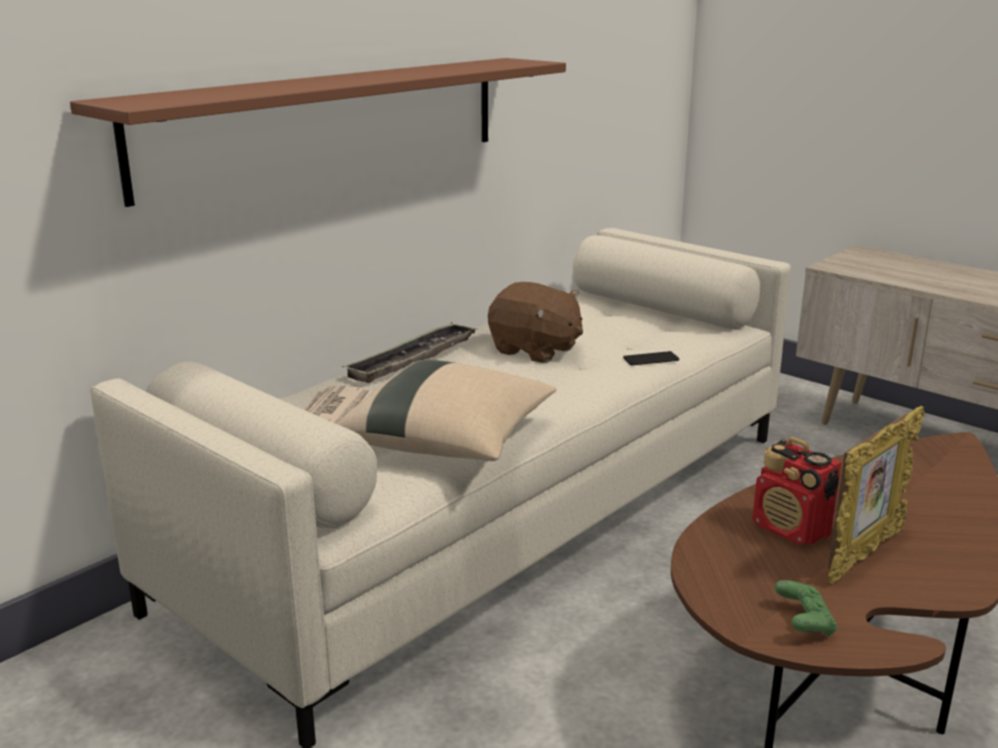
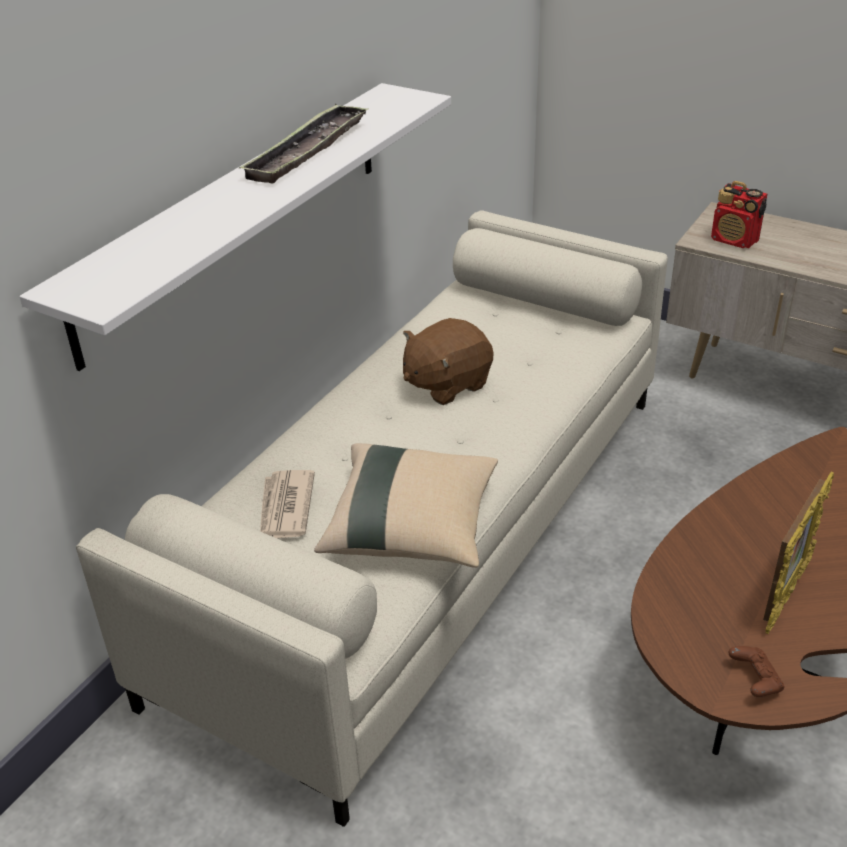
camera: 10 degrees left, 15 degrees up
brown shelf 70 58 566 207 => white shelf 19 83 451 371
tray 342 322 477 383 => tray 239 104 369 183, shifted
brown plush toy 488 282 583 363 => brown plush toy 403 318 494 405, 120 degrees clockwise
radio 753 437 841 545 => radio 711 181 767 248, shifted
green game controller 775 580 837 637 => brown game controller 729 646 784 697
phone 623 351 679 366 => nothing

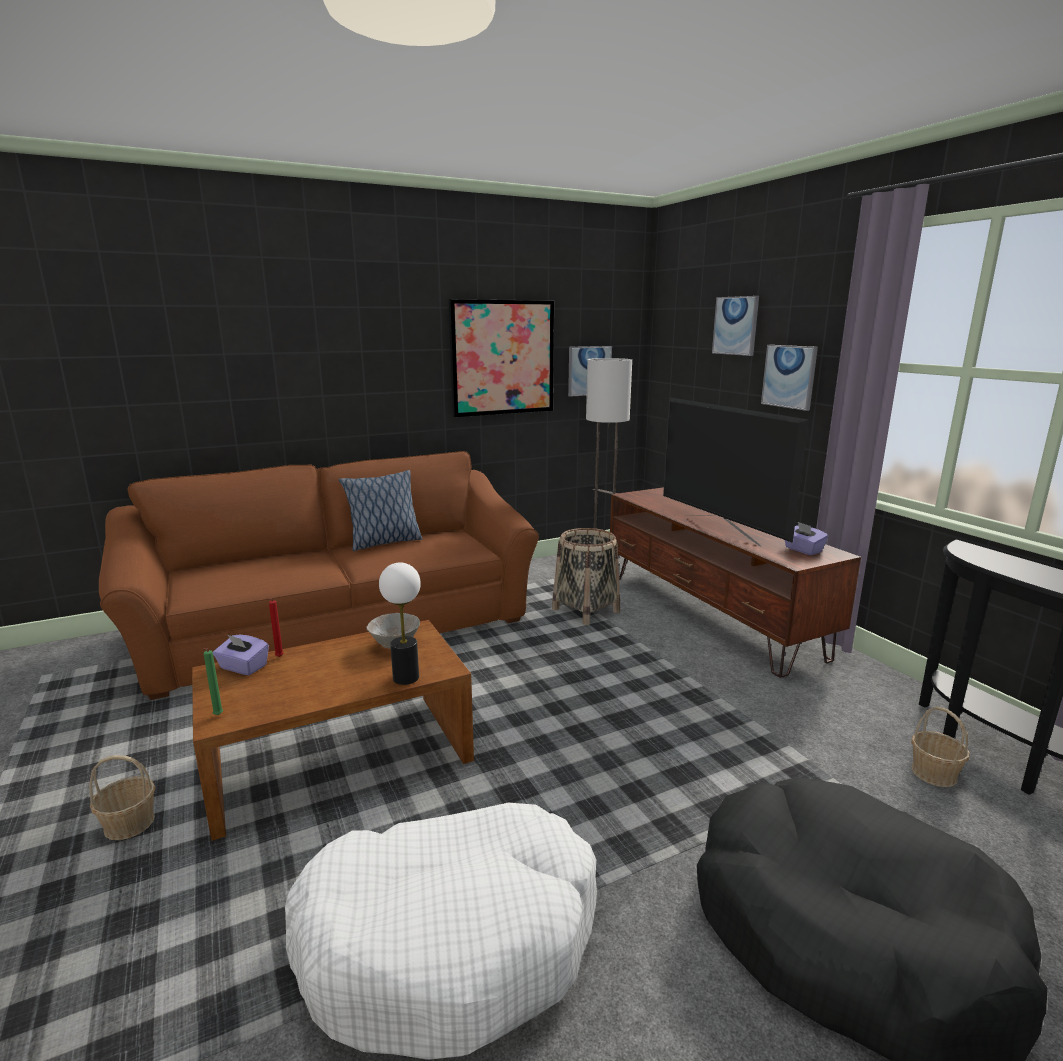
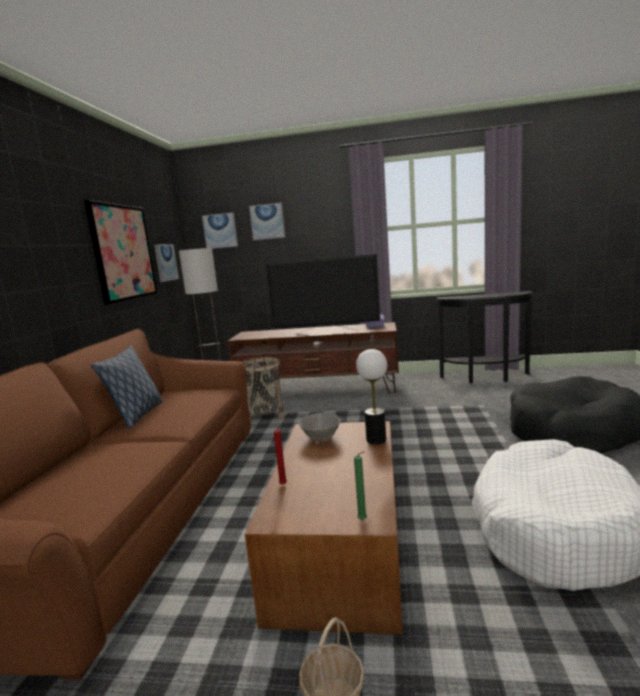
camera: 55 degrees left, 5 degrees down
picture 761 345 818 411 => picture 202 212 238 249, shifted
purple tissue box 213 634 269 675 => nothing
basket 911 707 970 787 => nothing

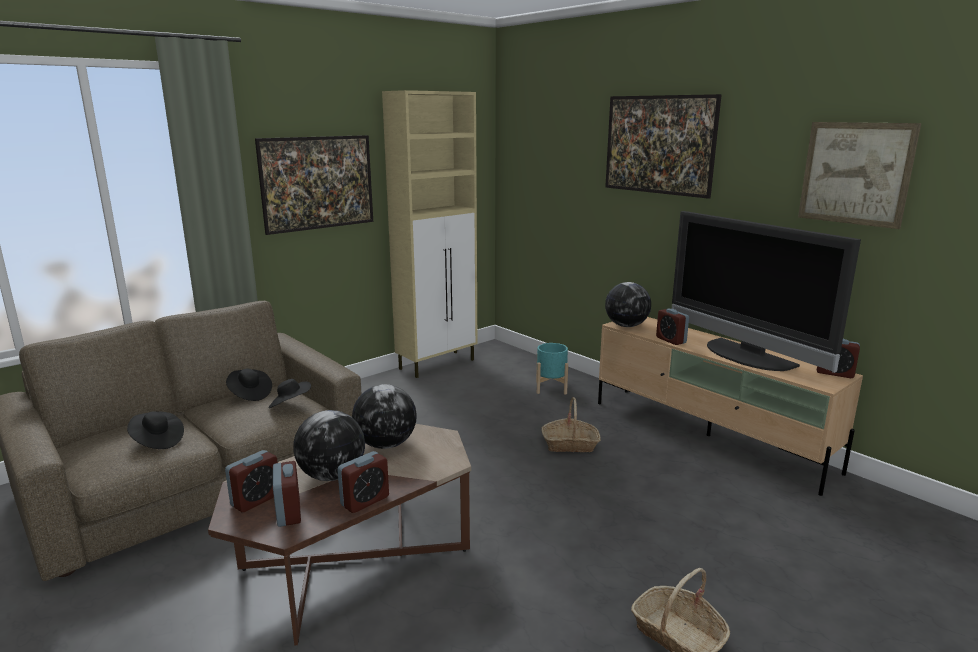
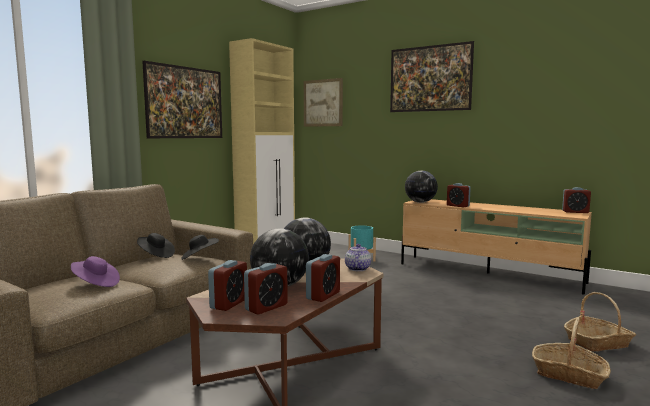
camera: 15 degrees left, 10 degrees down
black hat 127 411 184 449 => purple hat 71 256 120 287
alarm clock 273 461 301 527 => alarm clock 244 263 288 315, 75 degrees clockwise
picture 798 122 921 229 => picture 304 78 343 127, shifted
nothing => teapot 345 244 371 271
basket 541 397 601 452 => basket 564 292 636 352, shifted
television 672 211 861 373 => nothing

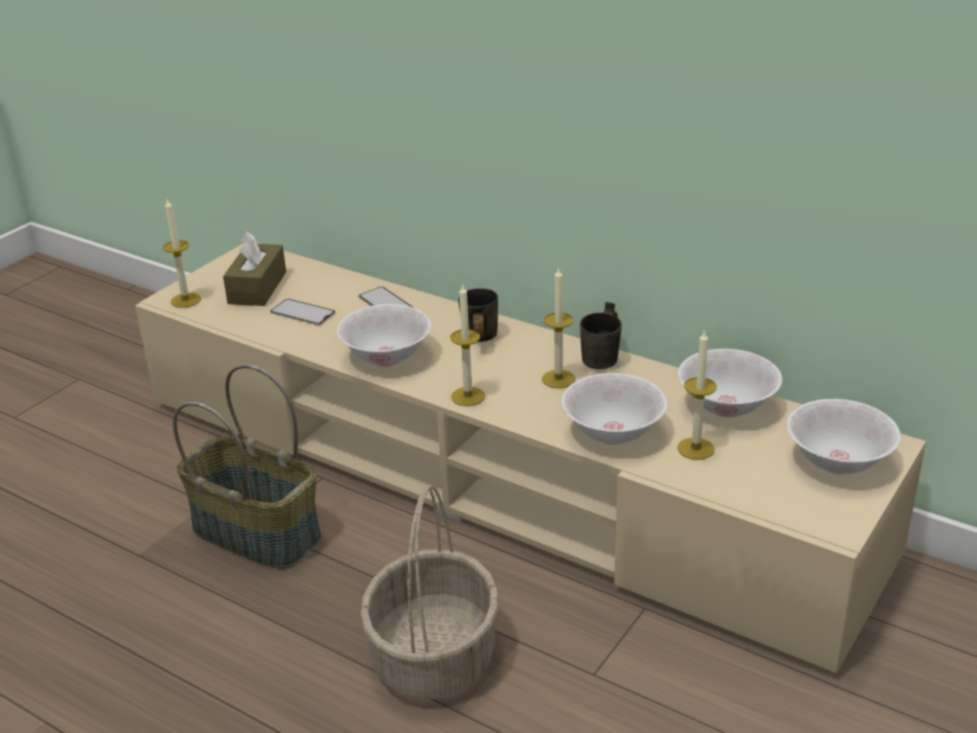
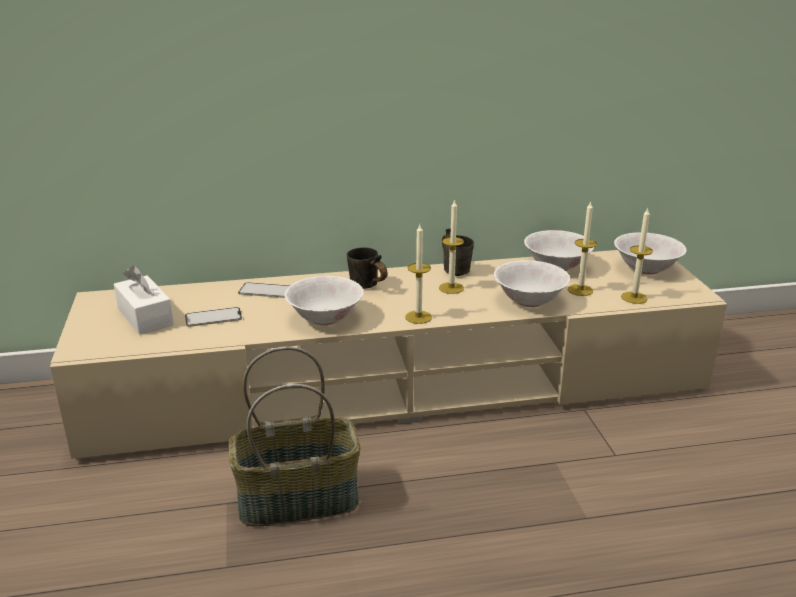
camera: 45 degrees left, 5 degrees down
brown tissue box 223 231 286 306 => white tissue box 114 266 174 335
candle 163 199 201 308 => candle 621 208 653 304, shifted
basket 360 485 498 700 => nothing

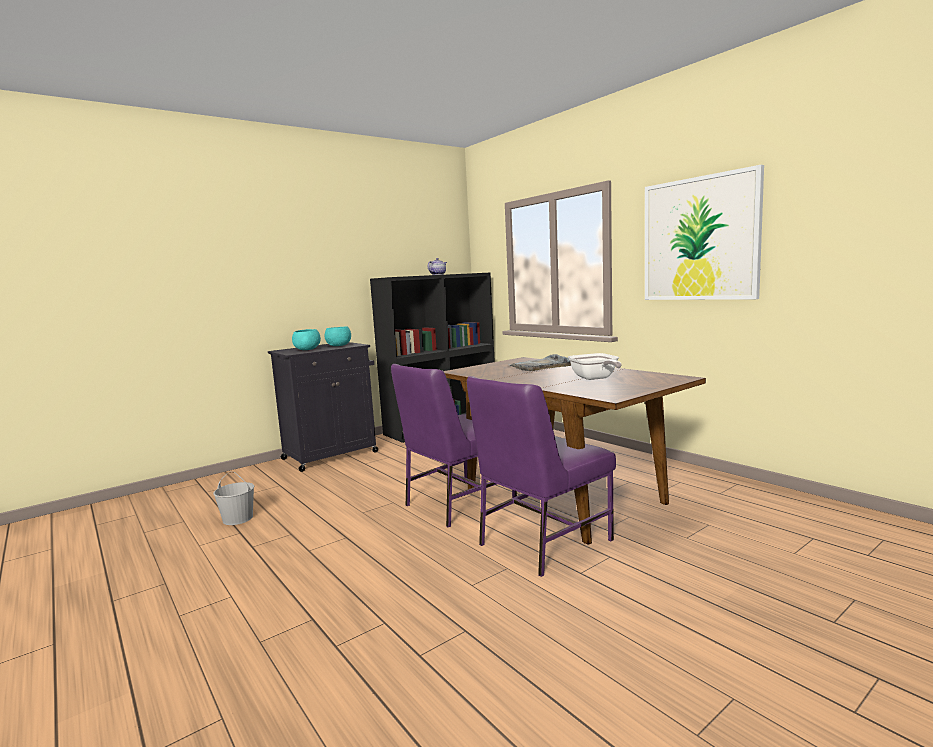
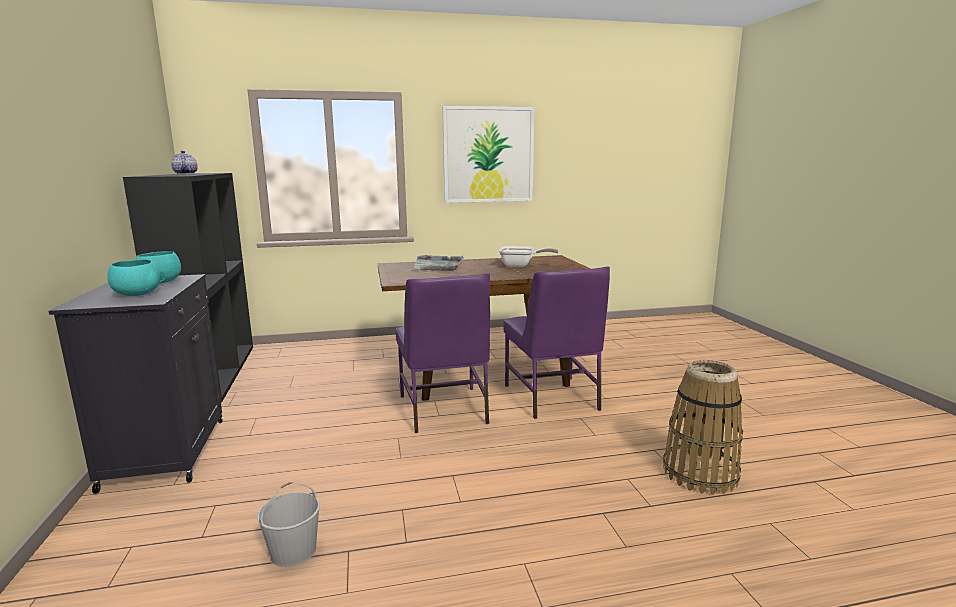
camera: 65 degrees left, 5 degrees up
nothing => basket 663 360 743 495

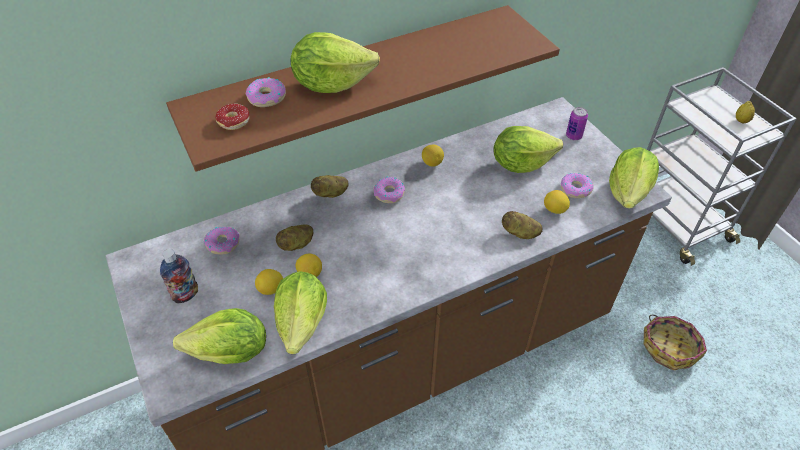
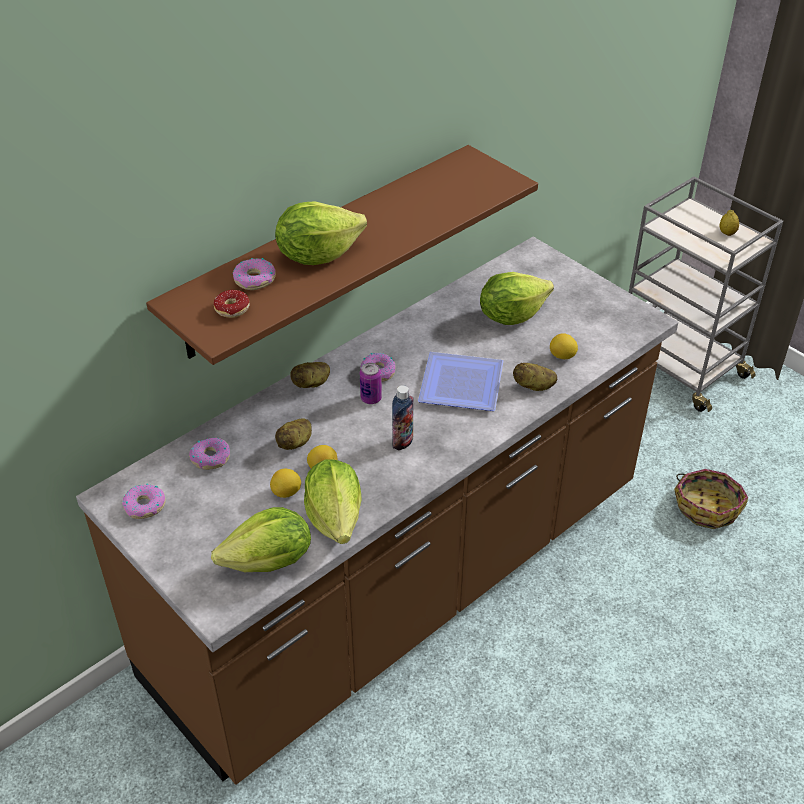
camera: 15 degrees left, 5 degrees down
donut 561 173 593 198 => donut 122 483 166 519, shifted
can 566 107 588 140 => can 360 363 382 404, shifted
bottle 160 249 198 304 => bottle 392 385 414 451, shifted
nothing => plate 418 352 503 411
lemon 422 145 444 167 => nothing
lettuce 609 147 659 209 => nothing

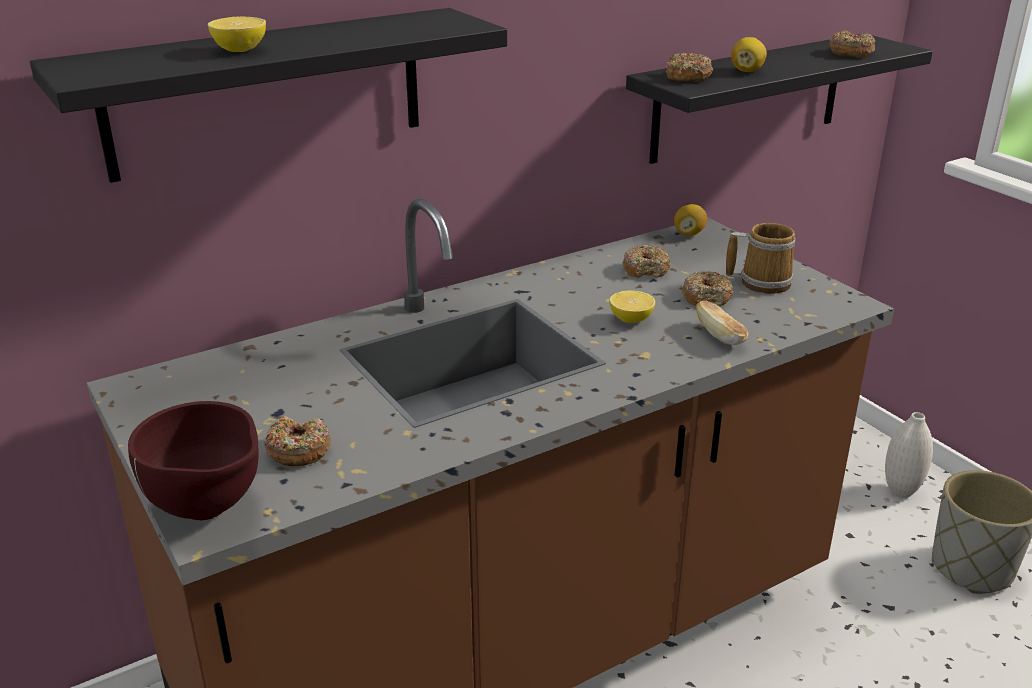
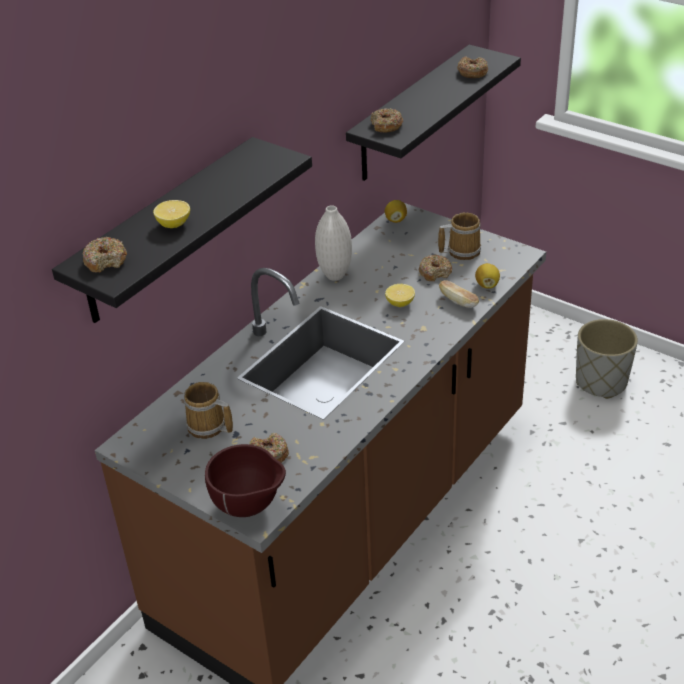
camera: 20 degrees left, 10 degrees up
donut 623 245 671 278 => donut 82 237 127 273, shifted
nothing => mug 184 382 233 439
white vase 885 412 933 498 => white vase 315 205 352 281, shifted
lemon 731 37 767 72 => lemon 475 263 500 289, shifted

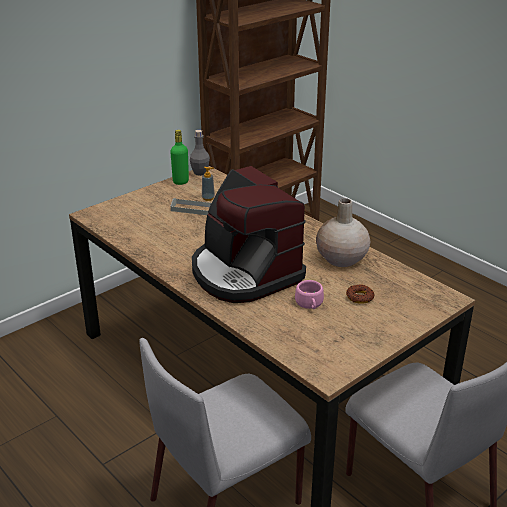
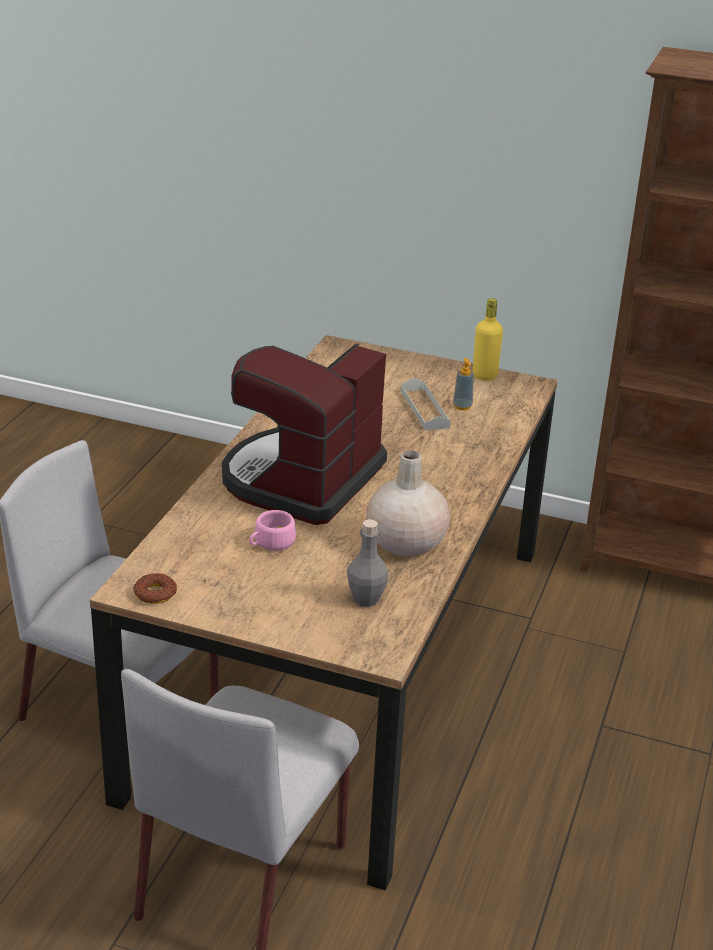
camera: 60 degrees right, 0 degrees up
donut 346 284 374 304 => donut 133 573 177 604, shifted
grey bottle 190 130 210 176 => grey bottle 347 519 388 607, shifted
green bottle 170 130 189 185 => yellow bottle 473 298 503 381

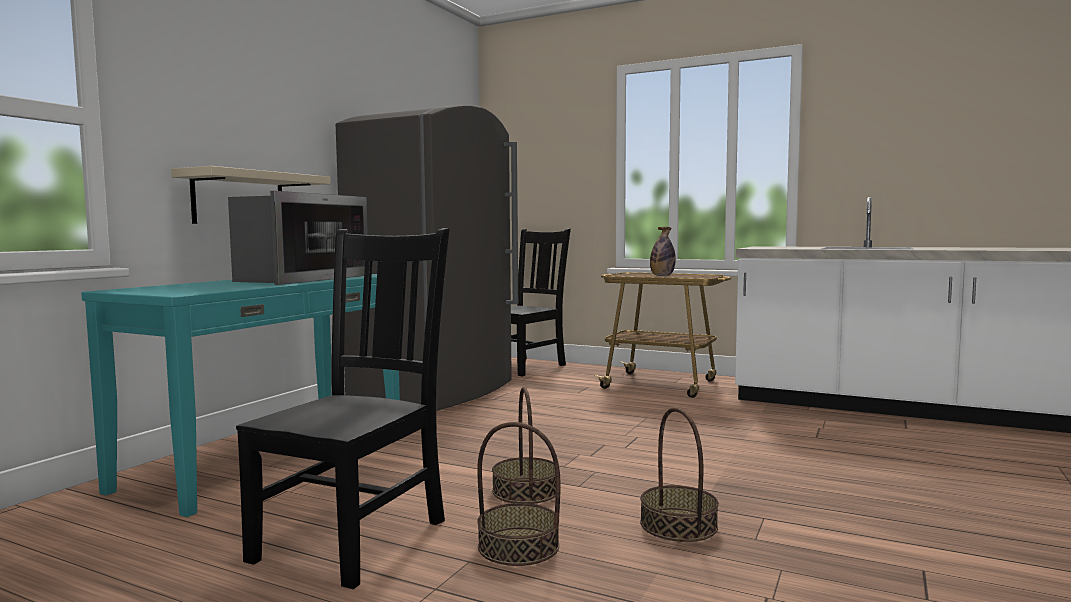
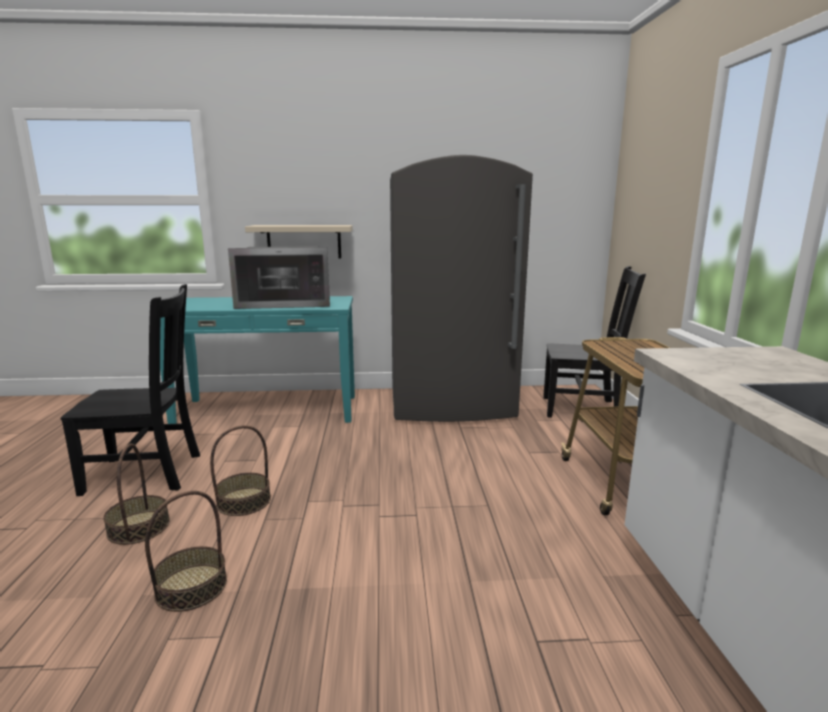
camera: 60 degrees right, 10 degrees up
bottle 650 227 676 276 => nothing

